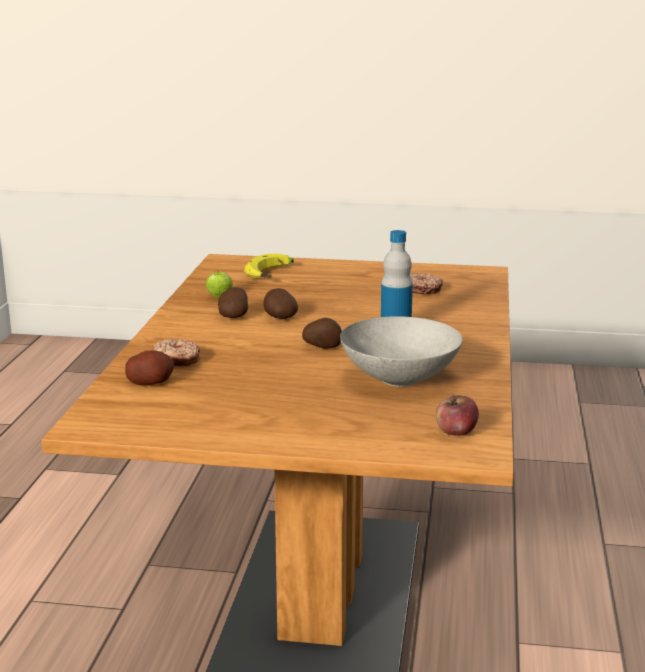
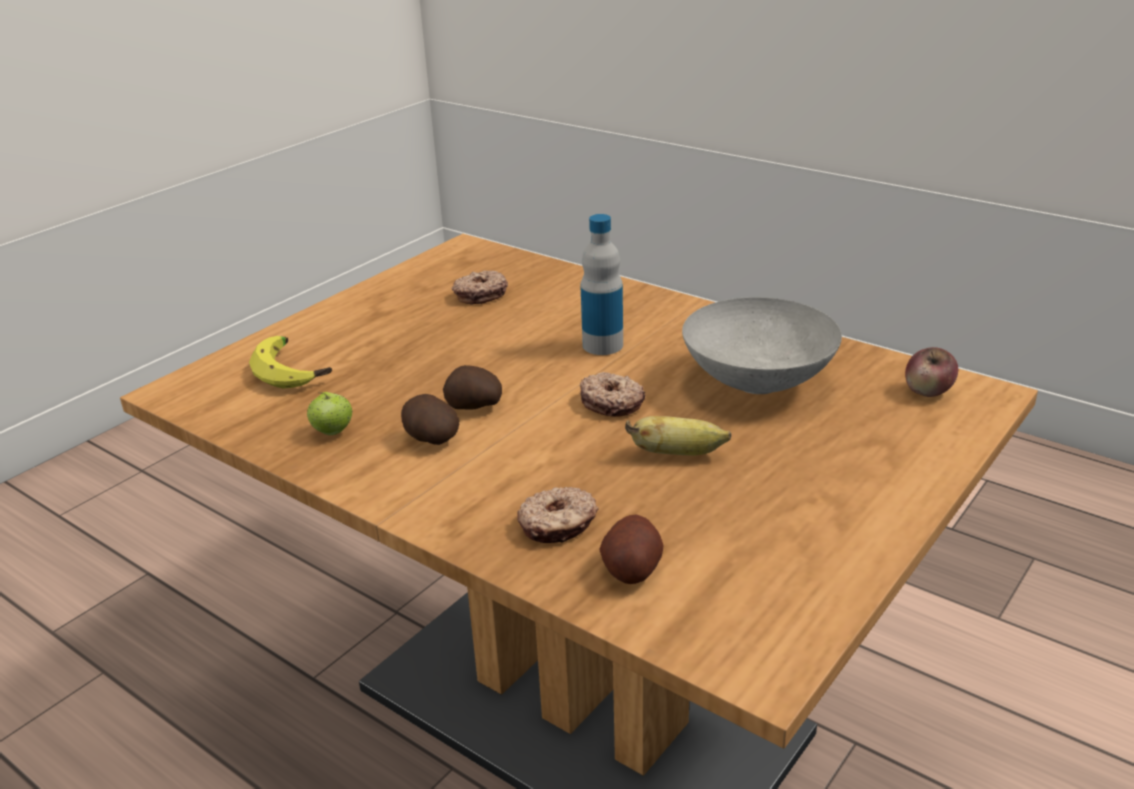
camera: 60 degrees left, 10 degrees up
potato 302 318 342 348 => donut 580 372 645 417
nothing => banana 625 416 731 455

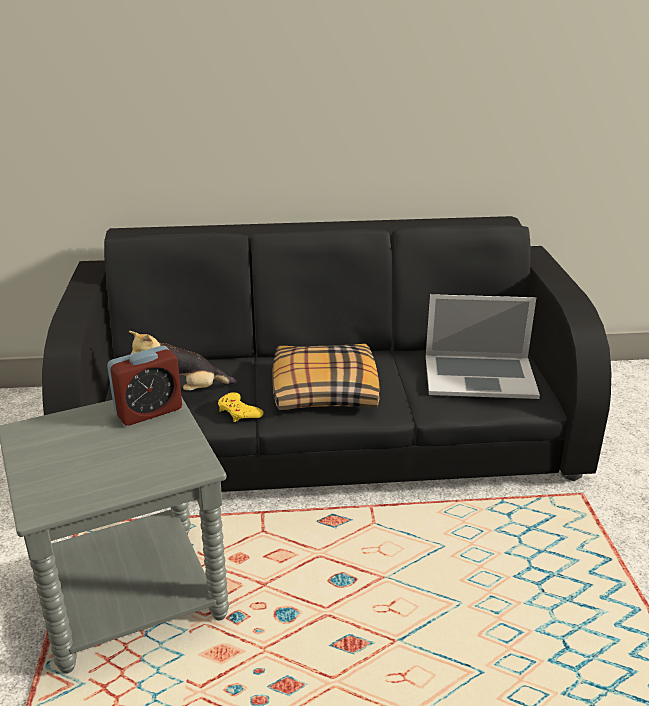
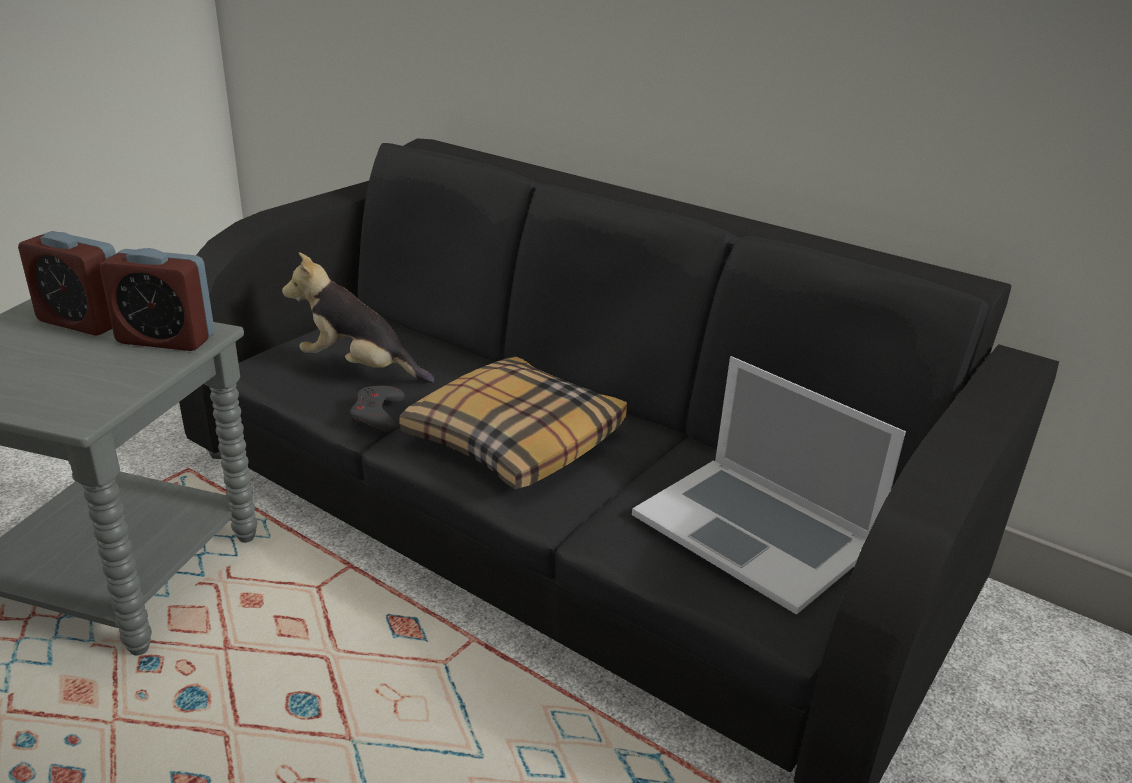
camera: 40 degrees right, 0 degrees up
nothing => alarm clock 18 231 116 336
yellow game controller 218 392 263 422 => grey game controller 350 386 405 432

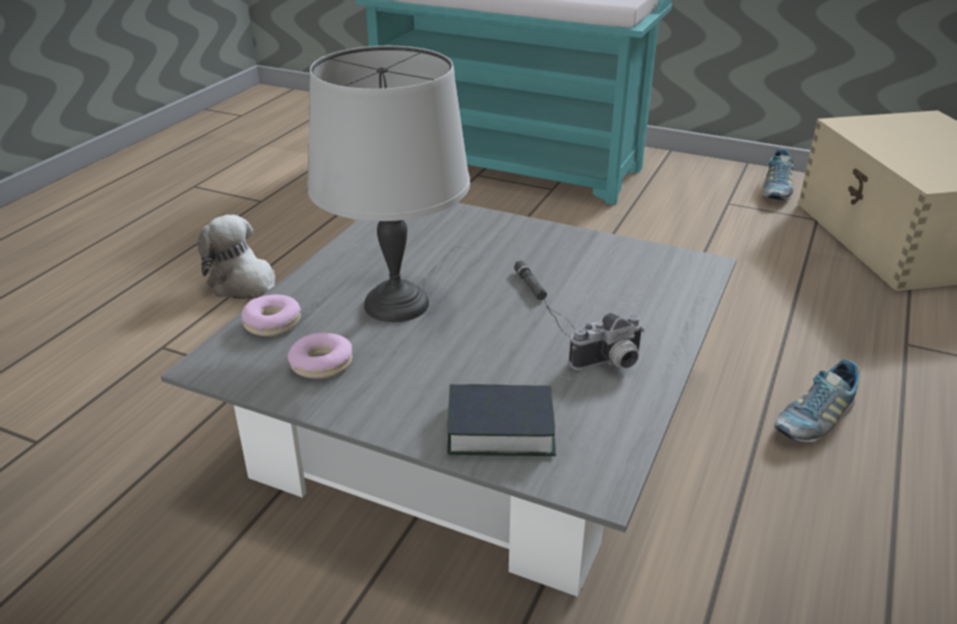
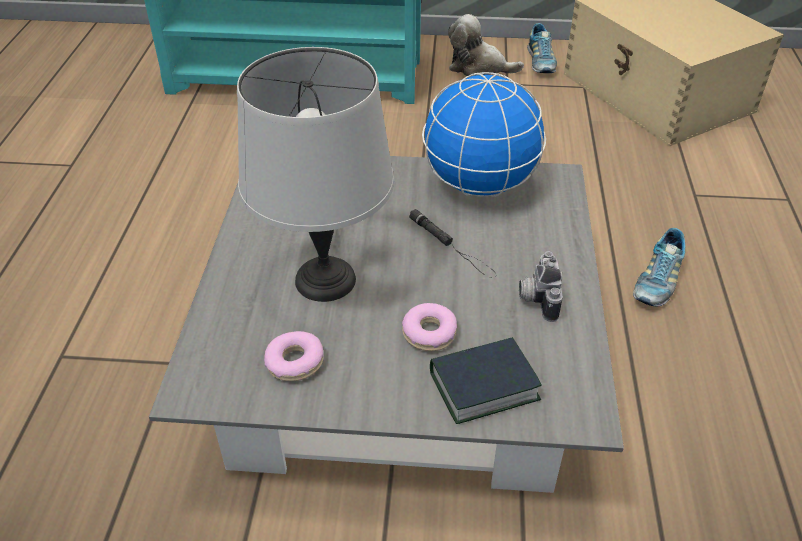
camera: 20 degrees left, 10 degrees up
donut 241 295 301 337 => donut 402 303 457 351, shifted
nothing => globe 422 72 546 197
plush toy 197 215 275 299 => plush toy 448 14 524 76, shifted
photo camera 569 313 645 370 => photo camera 519 251 563 322, 135 degrees clockwise

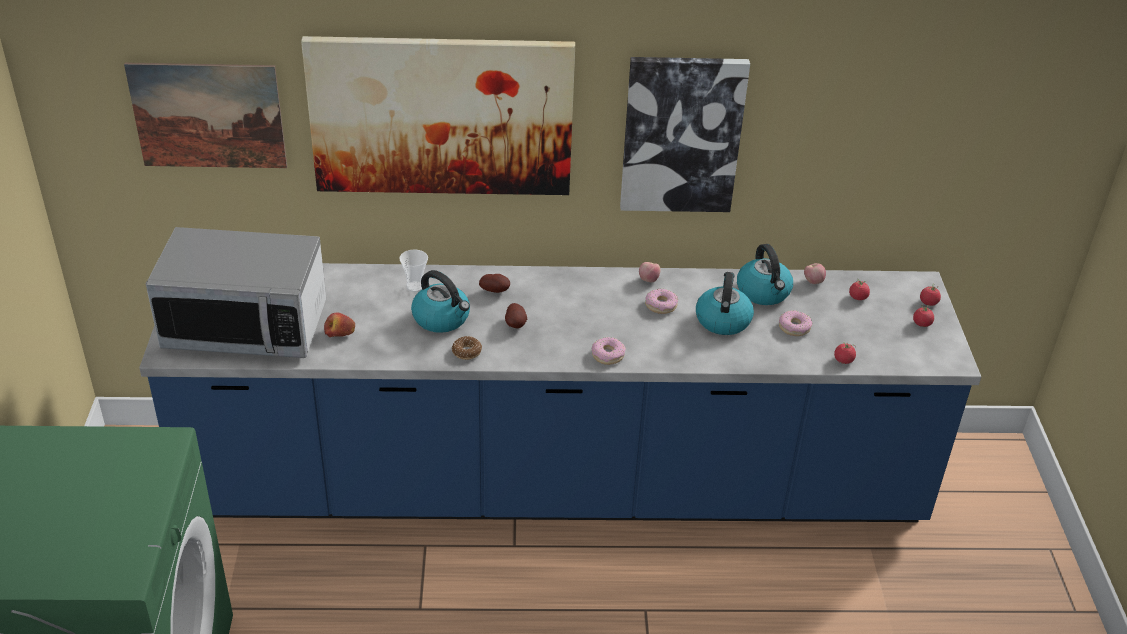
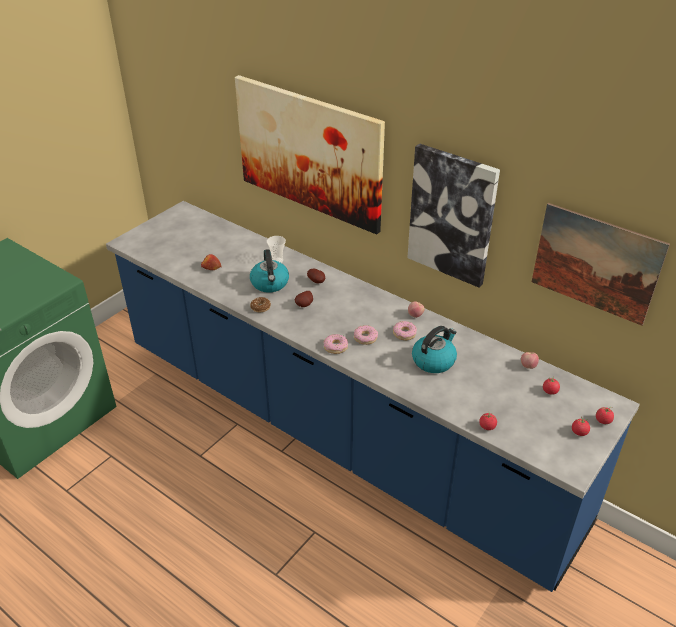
camera: 40 degrees right, 0 degrees up
donut 779 310 812 336 => donut 354 325 378 345, shifted
picture 124 63 287 168 => picture 532 203 670 326, shifted
microwave 146 227 326 358 => nothing
kettle 737 244 793 305 => nothing

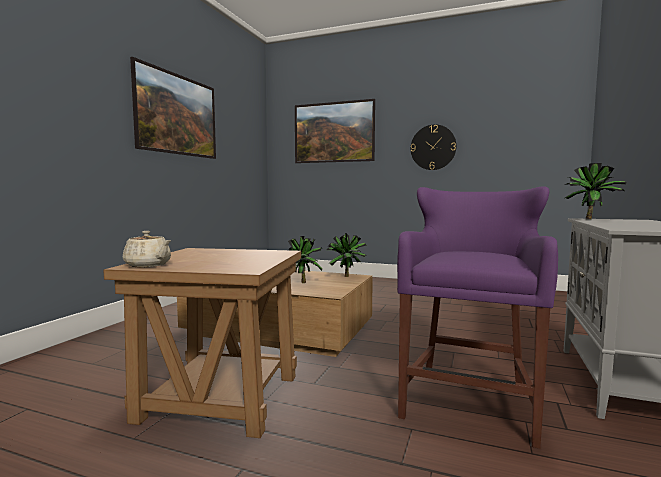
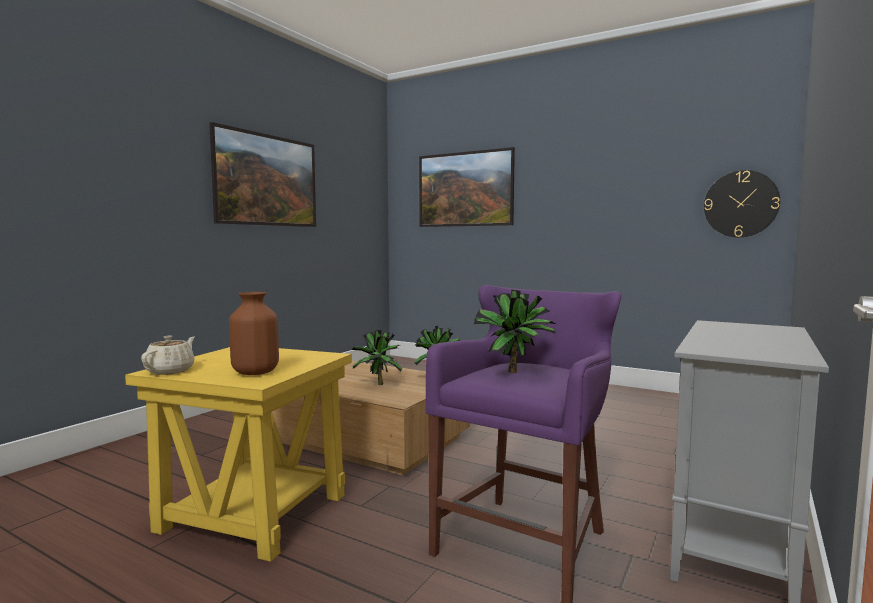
camera: 10 degrees right, 0 degrees up
brown side table 103 248 301 438 => yellow side table 125 347 352 562
beige teapot 123 231 171 267 => beige teapot 141 336 195 375, 120 degrees counterclockwise
nothing => brown vase 229 292 279 375
potted plant 564 163 627 219 => potted plant 474 289 556 373, shifted
wall clock 411 124 457 170 => wall clock 704 170 780 237, shifted

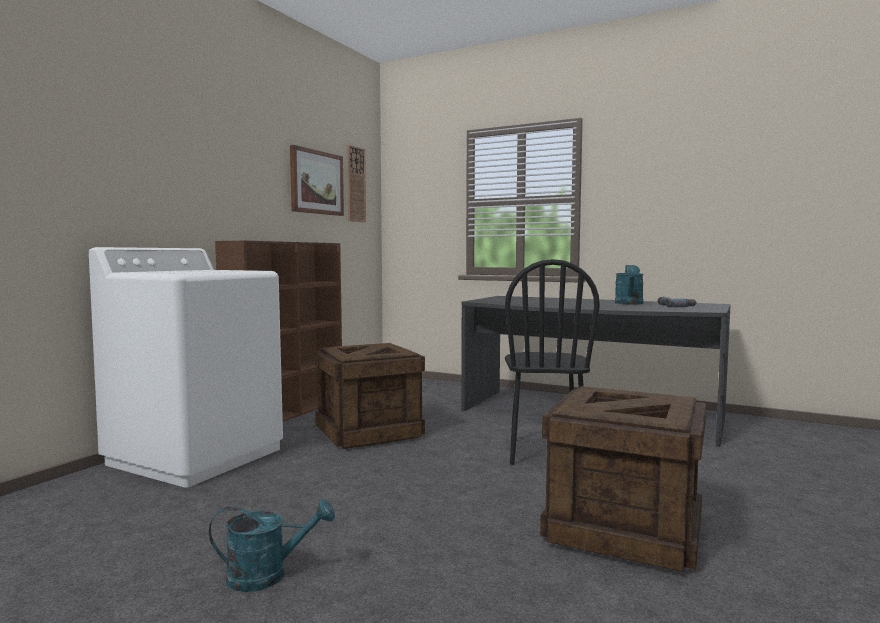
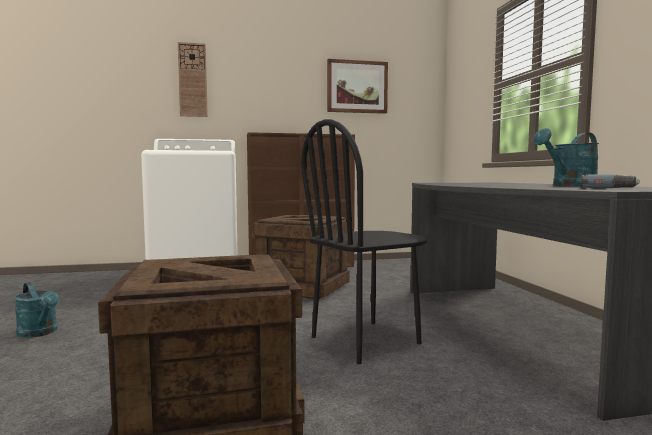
camera: 50 degrees right, 0 degrees up
wall clock 347 145 366 222 => wall clock 178 42 208 117, shifted

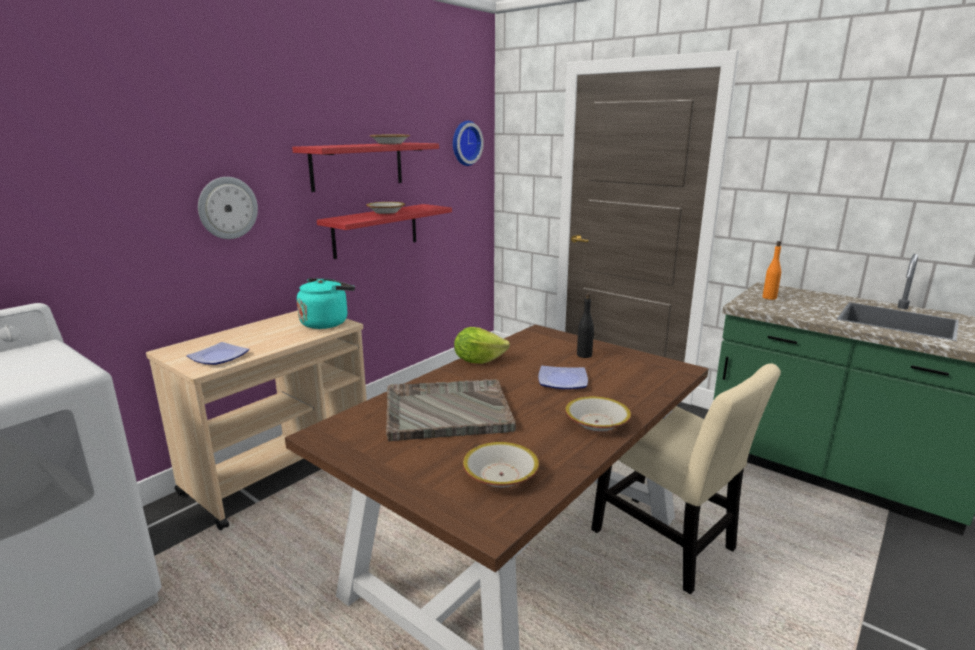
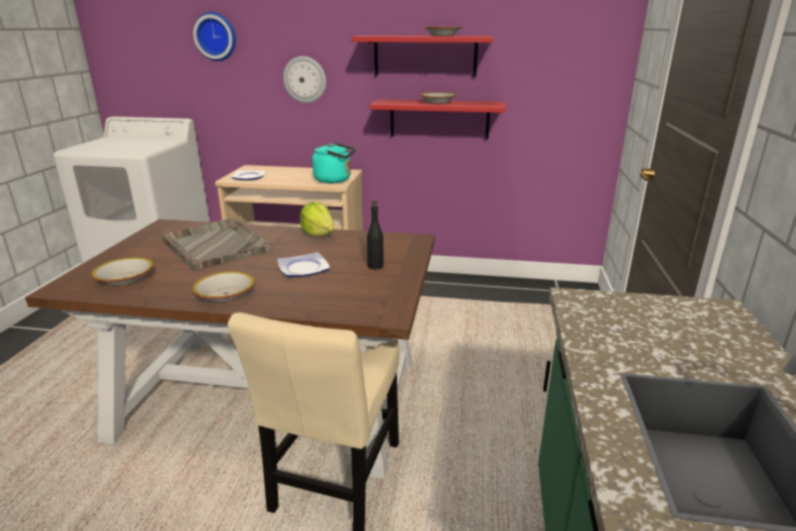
camera: 60 degrees right, 5 degrees up
wall clock 453 121 484 166 => wall clock 193 12 236 61, shifted
orange bottle 762 241 781 300 => nothing

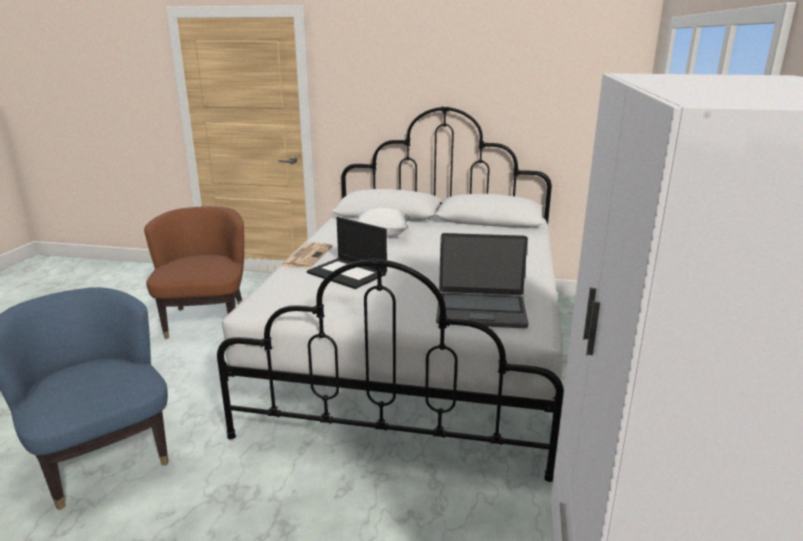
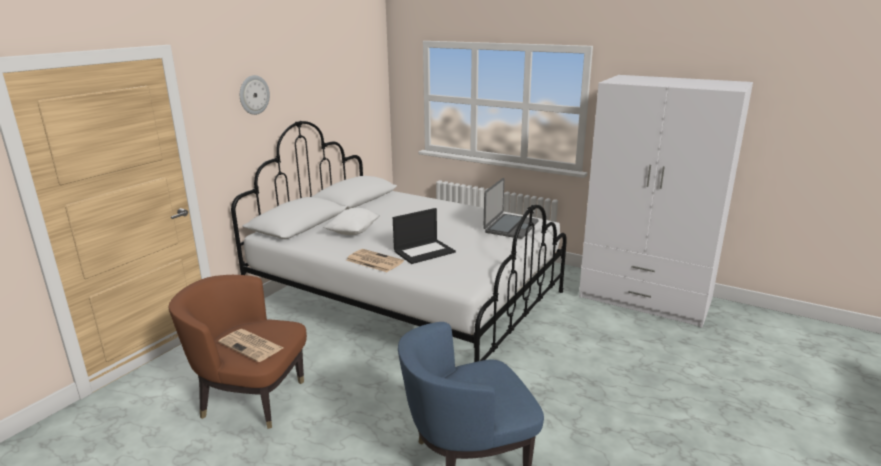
camera: 70 degrees left, 0 degrees up
nothing => newspaper 218 329 283 362
nothing => wall clock 240 75 270 115

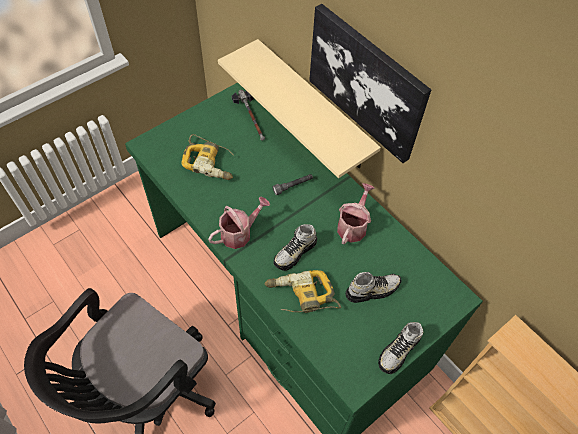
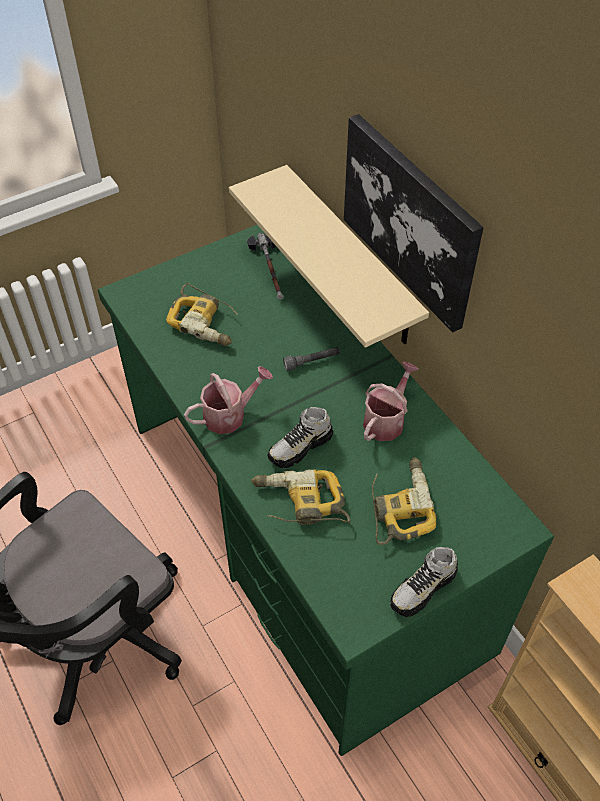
camera: 10 degrees right, 5 degrees down
shoe 346 272 401 303 => power drill 372 457 436 545

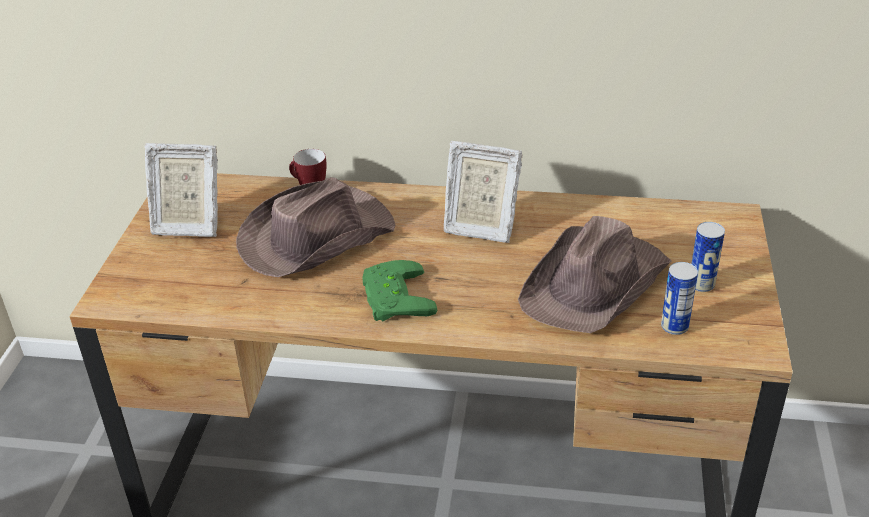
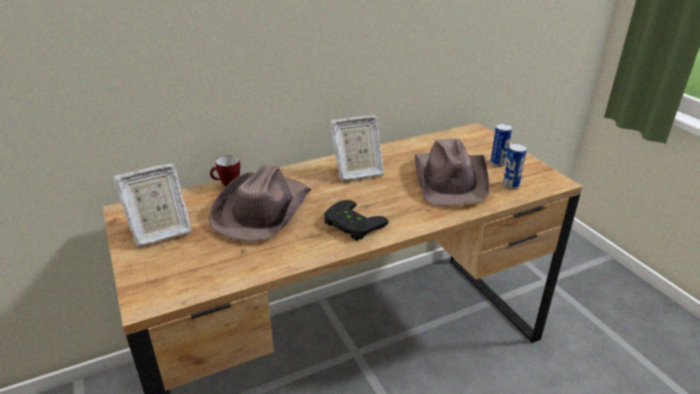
camera: 35 degrees left, 5 degrees down
green game controller 362 260 437 321 => black game controller 324 200 389 241

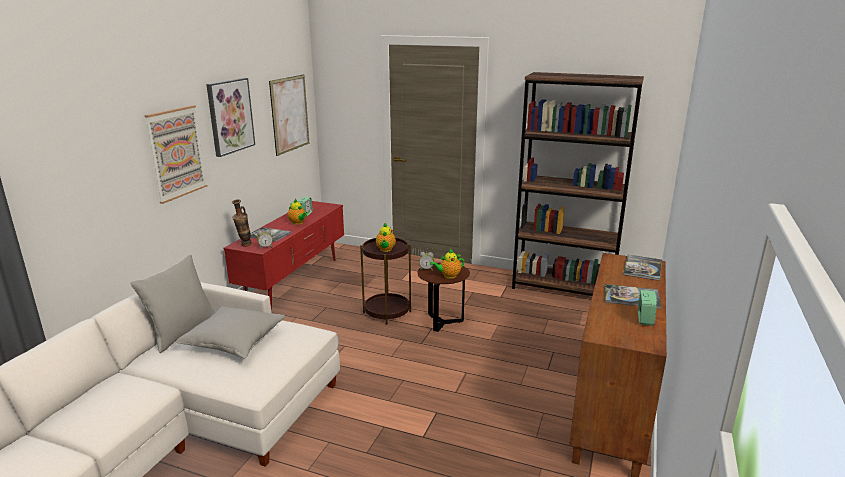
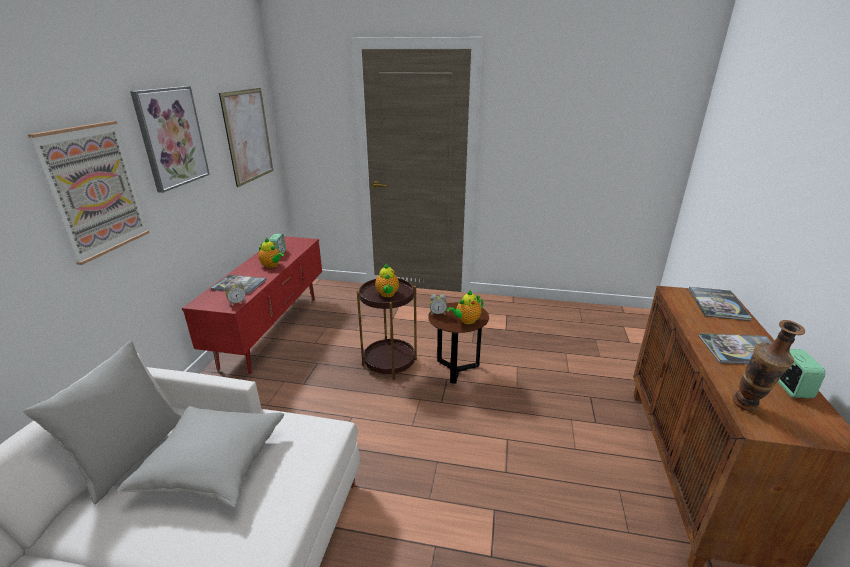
camera: 10 degrees left, 5 degrees up
vase 232 199 252 247 => vase 732 320 805 411, shifted
brown bookcase 512 72 644 296 => nothing

